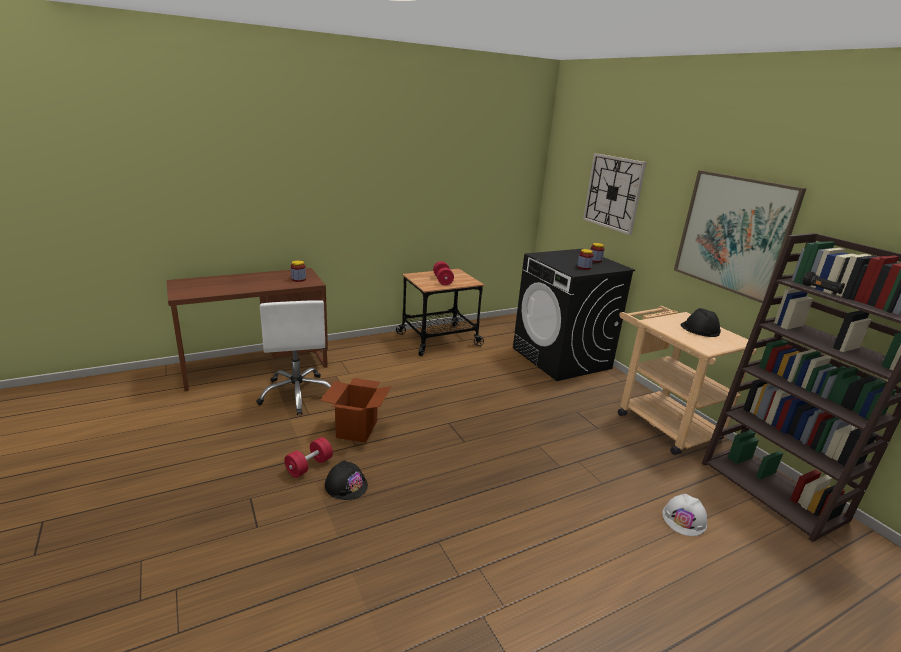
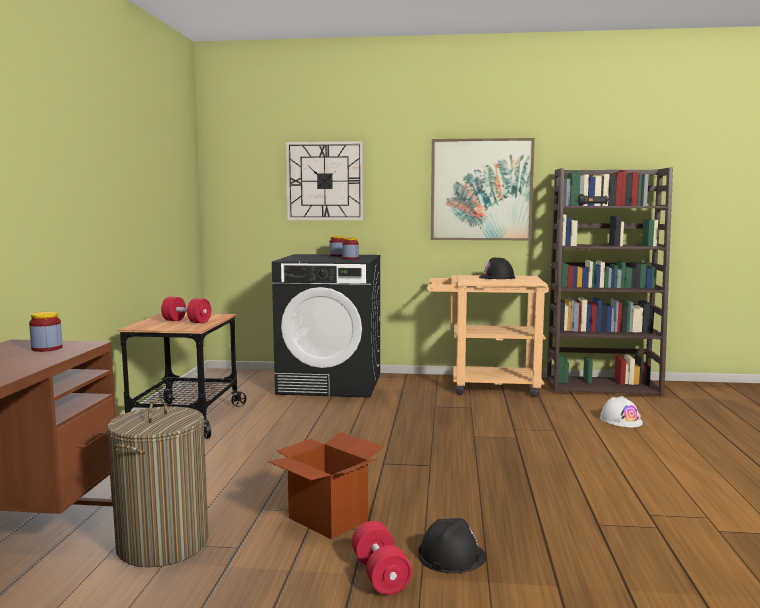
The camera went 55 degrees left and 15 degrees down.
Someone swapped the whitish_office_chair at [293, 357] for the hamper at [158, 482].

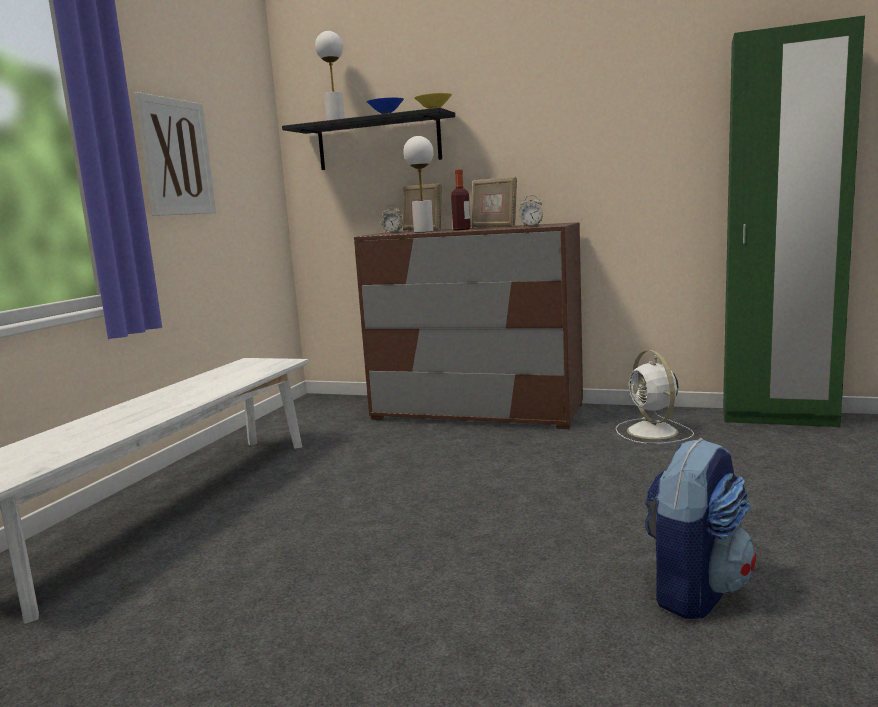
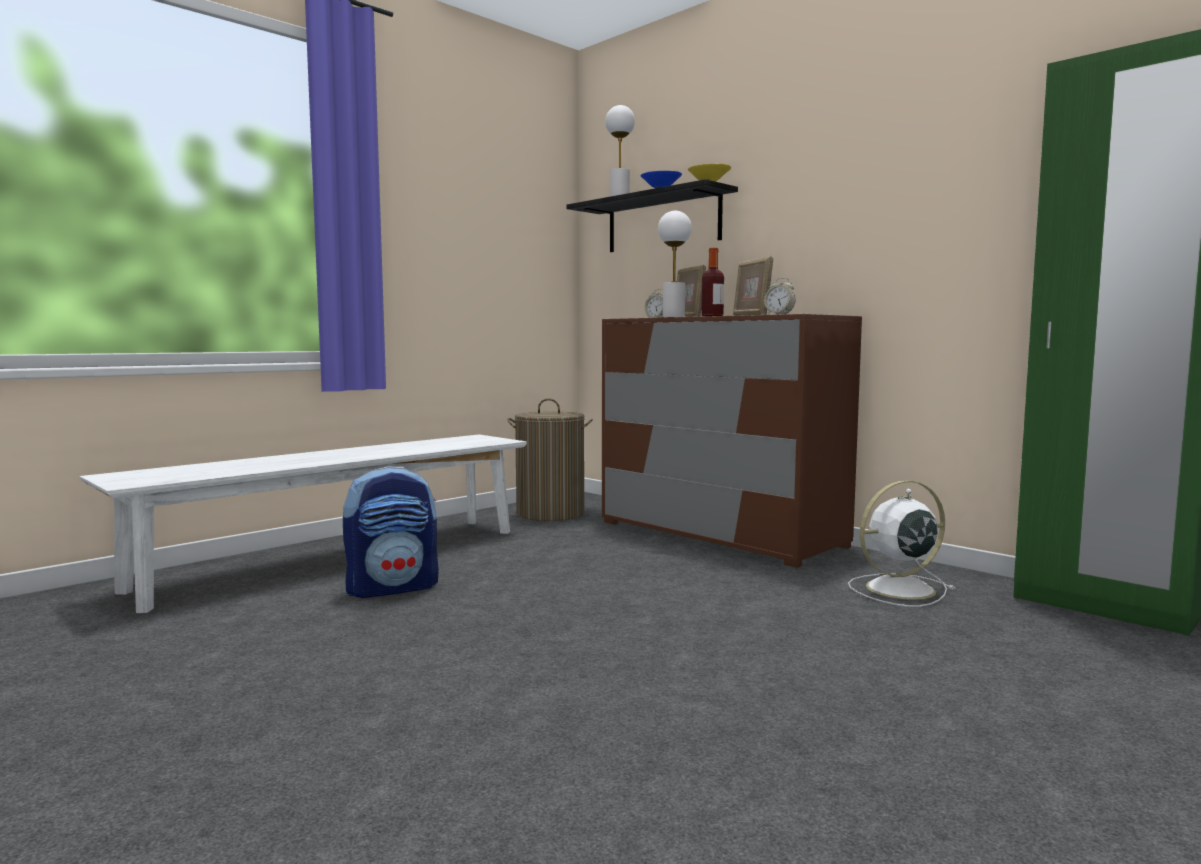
The camera went 25 degrees right and 5 degrees down.
Someone took away the wall_picture at [175, 154].
Someone rotated the whitish_cooling_fan at [654, 397] by 60 degrees clockwise.
Someone carried the backpack from [700, 528] to [391, 532].
Someone put down the hamper at [550, 459].

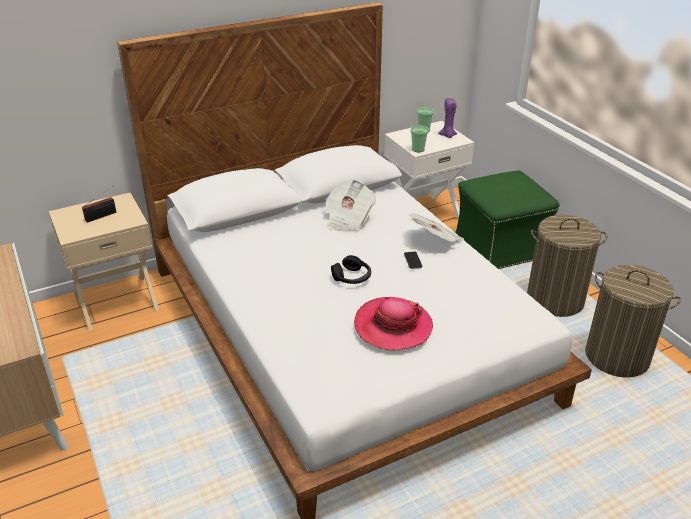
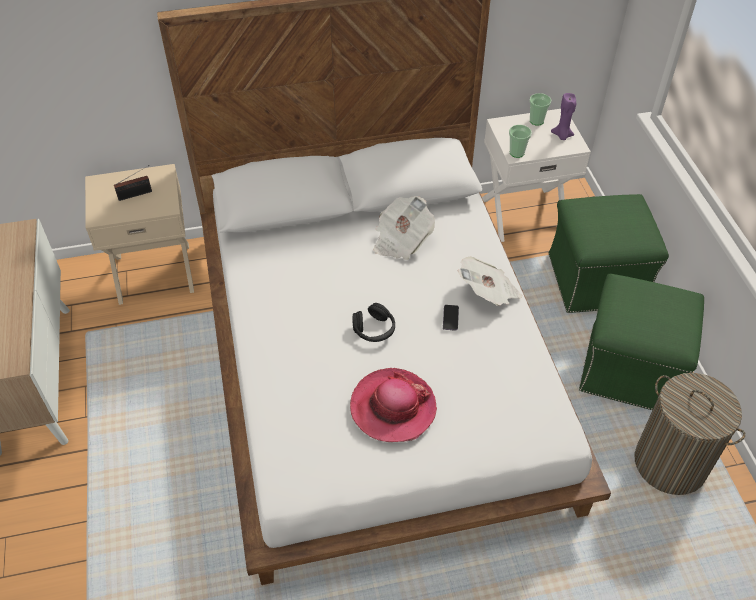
The camera went 15 degrees right and 15 degrees up.
Someone swapped the hamper at [567, 266] for the green-coloured_footrest at [641, 342].

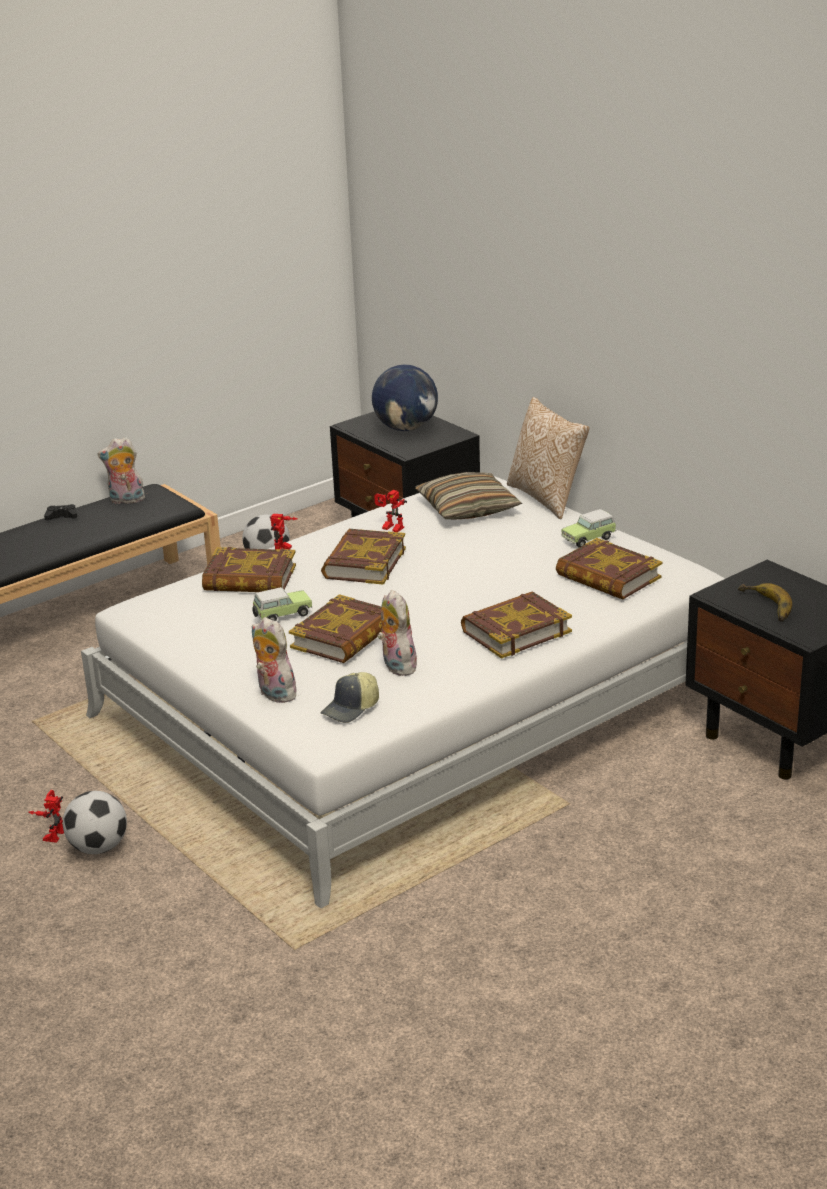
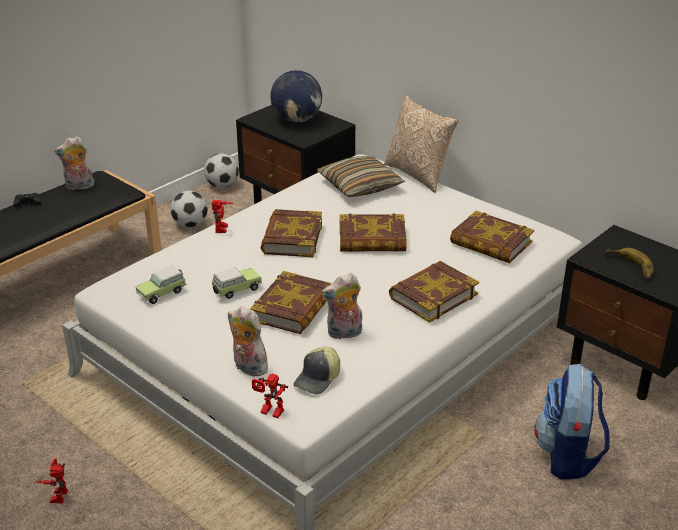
The camera went 10 degrees left and 5 degrees up.
Someone carried the football from [95, 822] to [221, 170].
Someone carried the volume from [249, 569] to [373, 232].
Someone carried the model_robot from [390, 511] to [270, 396].
Someone rotated the plush_toy at [397, 633] by 75 degrees counterclockwise.
Someone carried the toy_car from [588, 528] to [161, 284].
Someone put down the backpack at [572, 422].

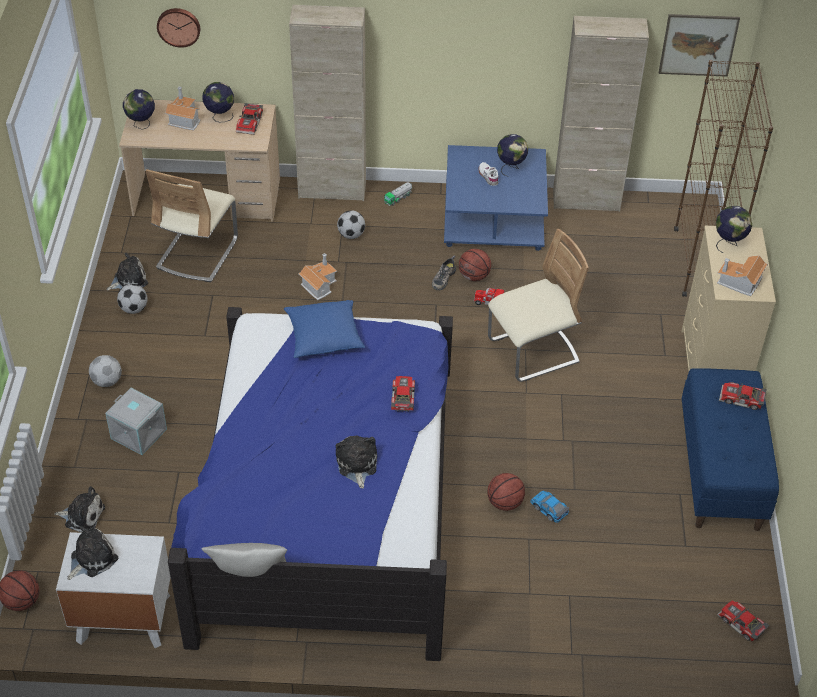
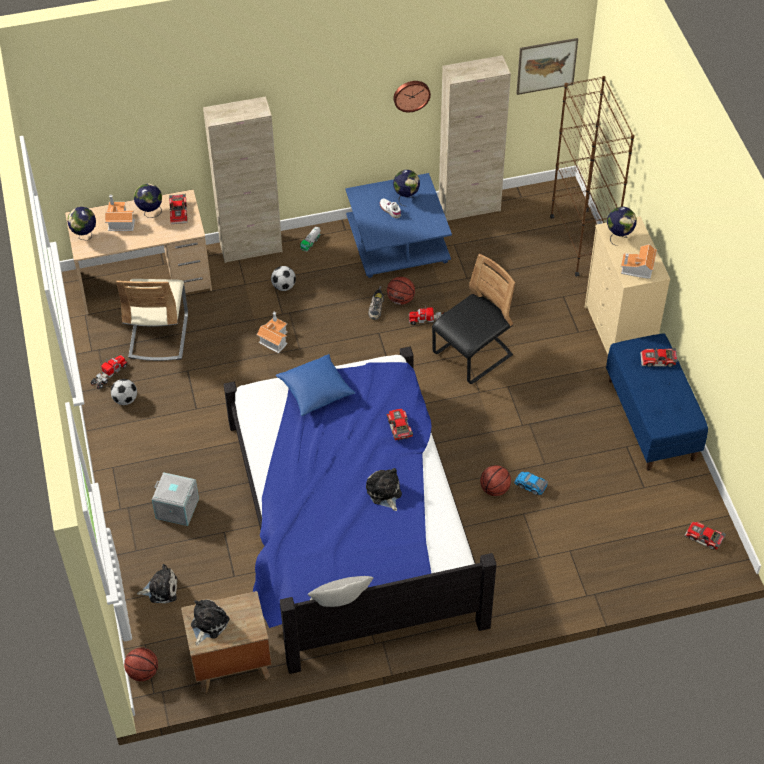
The camera went 15 degrees left and 5 degrees up.
Someone repainted the whitish_nightstand at [113, 590], which became the brownish_nightstand at [226, 642].
Someone took away the football at [105, 371].
Someone swapped the plush_toy at [127, 271] for the toy_truck at [109, 372].
Someone carried the clock_on_the_wall from [178, 28] to [412, 96].
Someone repainted the beige_upright_chair at [538, 305], which became the black_upright_chair at [473, 319].

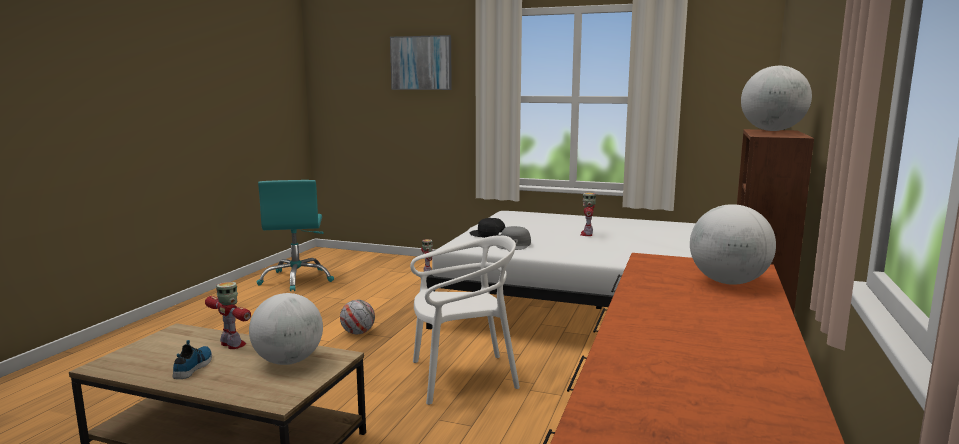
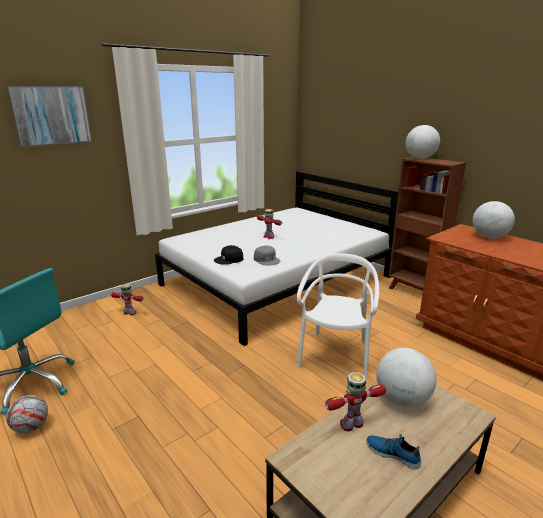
The camera went 60 degrees left and 10 degrees up.
Someone carried the football from [357, 317] to [27, 414].

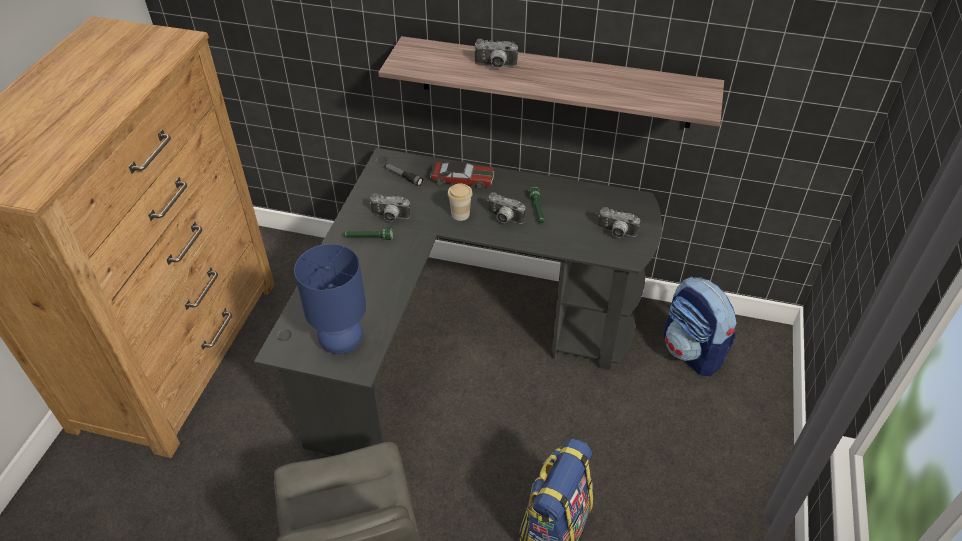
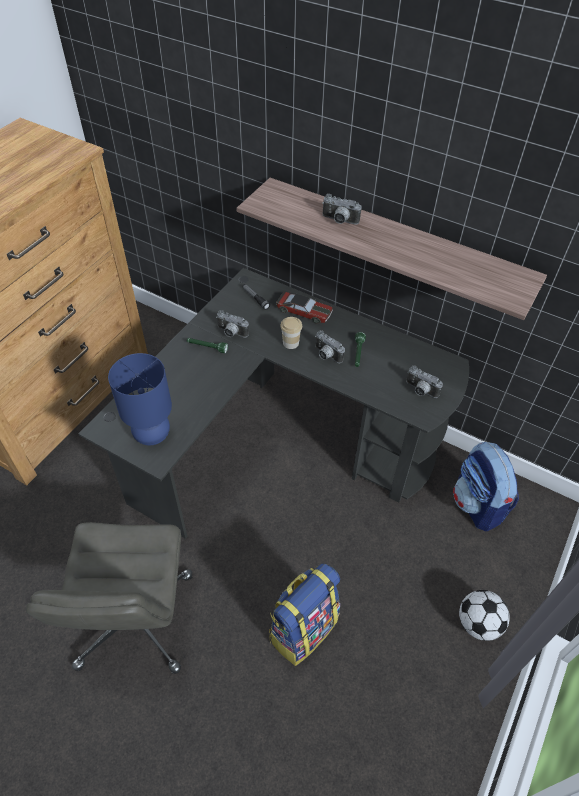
The camera went 15 degrees right and 5 degrees up.
Someone put down the football at [484, 615].

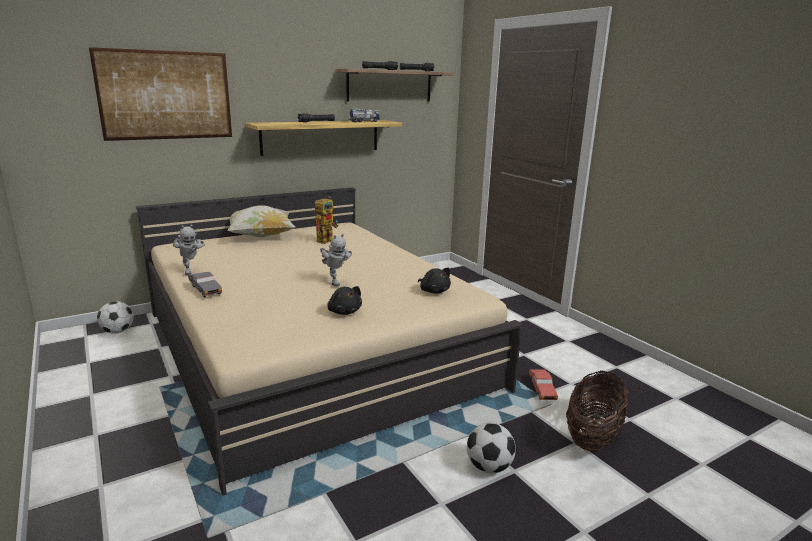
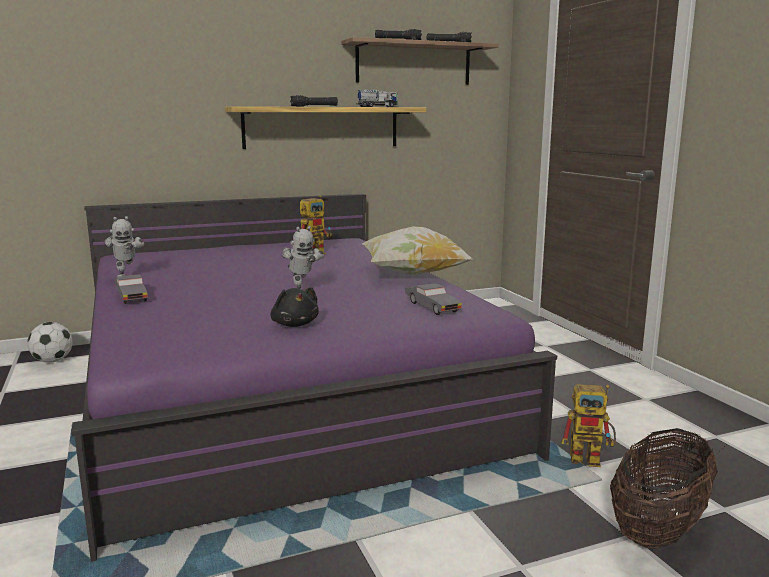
The camera went 10 degrees right and 5 degrees down.
Someone took away the wall_picture at [160, 94].
Someone repainted the beige_bed at [329, 341], which became the purple_bed at [314, 378].
Someone carried the cushion from [261, 221] to [417, 250].
Someone swapped the black_plush_toy at [434, 281] for the greyish_toy_car at [433, 299].
Someone took away the football at [491, 447].
Someone swapped the reddish_toy_car at [543, 384] for the model_robot at [588, 425].

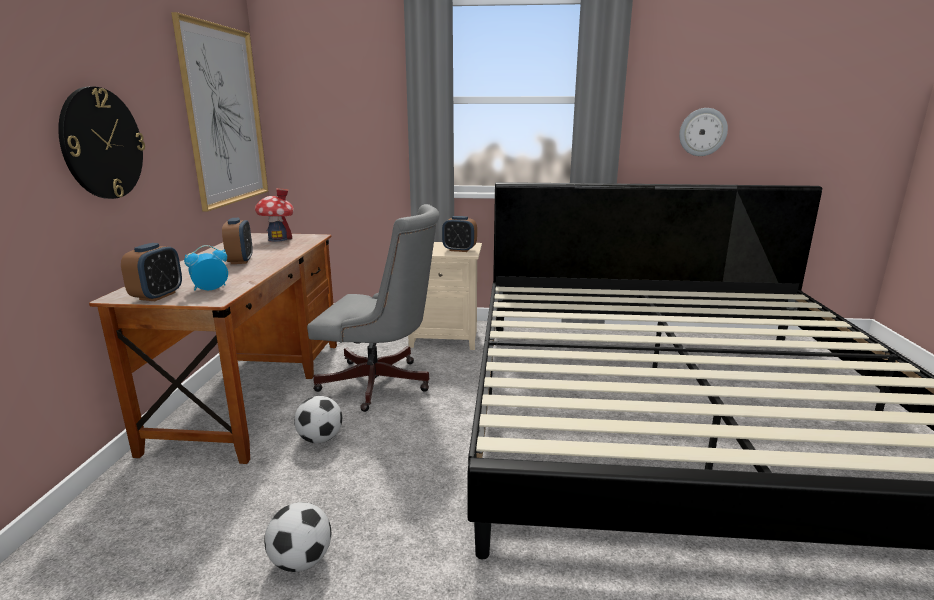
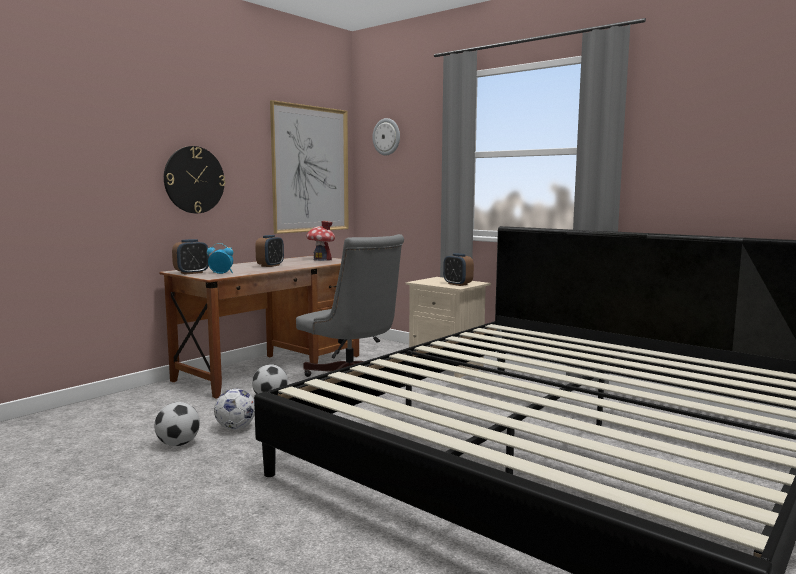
The camera went 35 degrees right and 10 degrees down.
Someone carried the clock_on_the_wall from [703, 132] to [386, 136].
Someone put down the football at [234, 409].

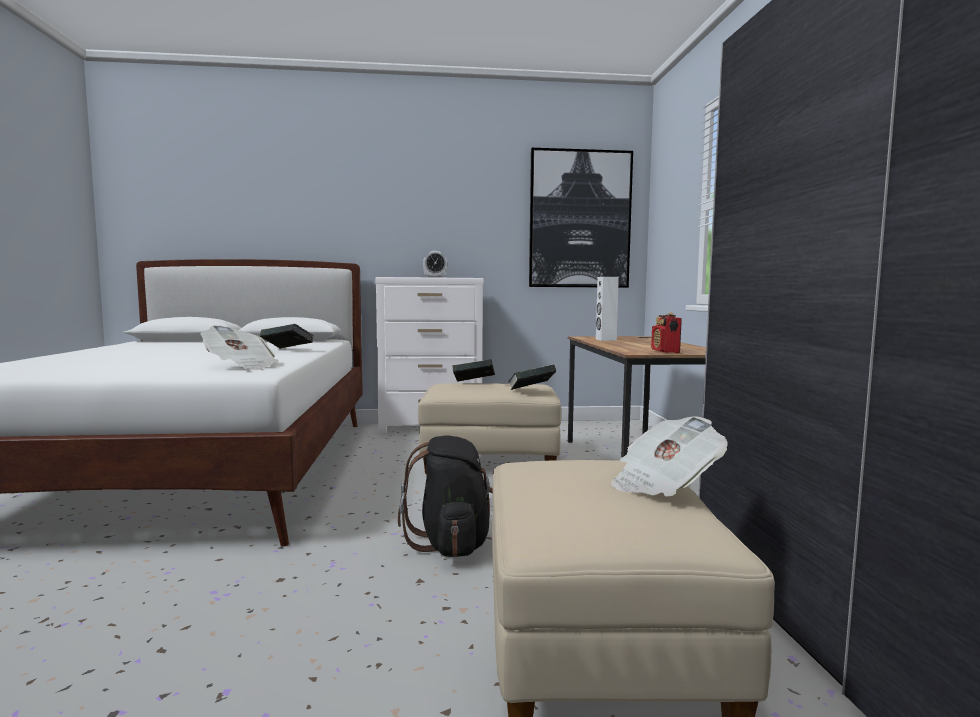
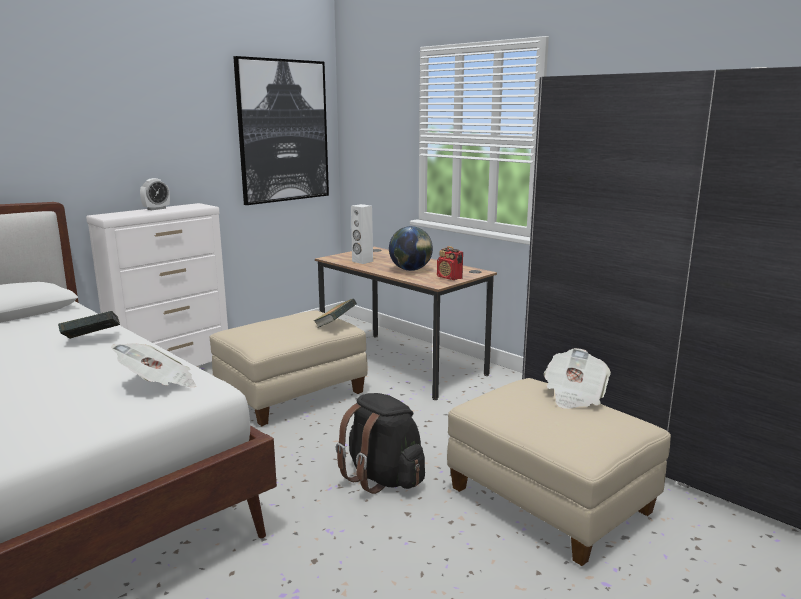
The camera went 40 degrees left and 10 degrees up.
Someone took away the volume at [473, 370].
Someone put down the globe at [411, 248].

